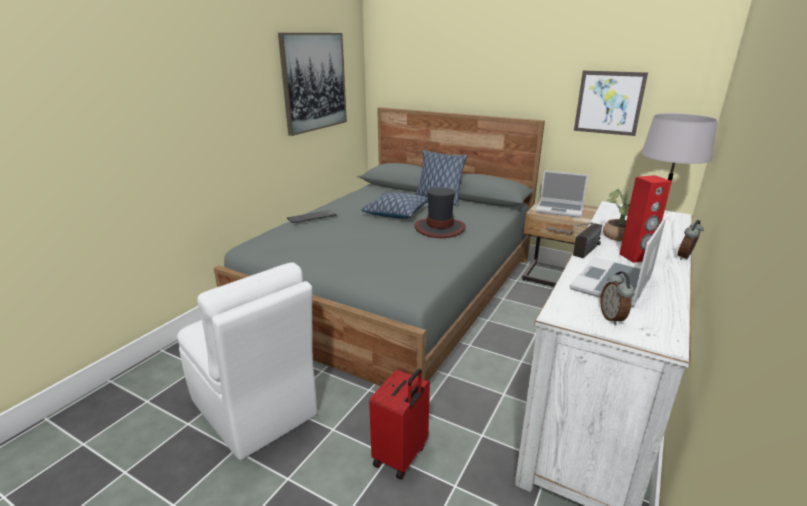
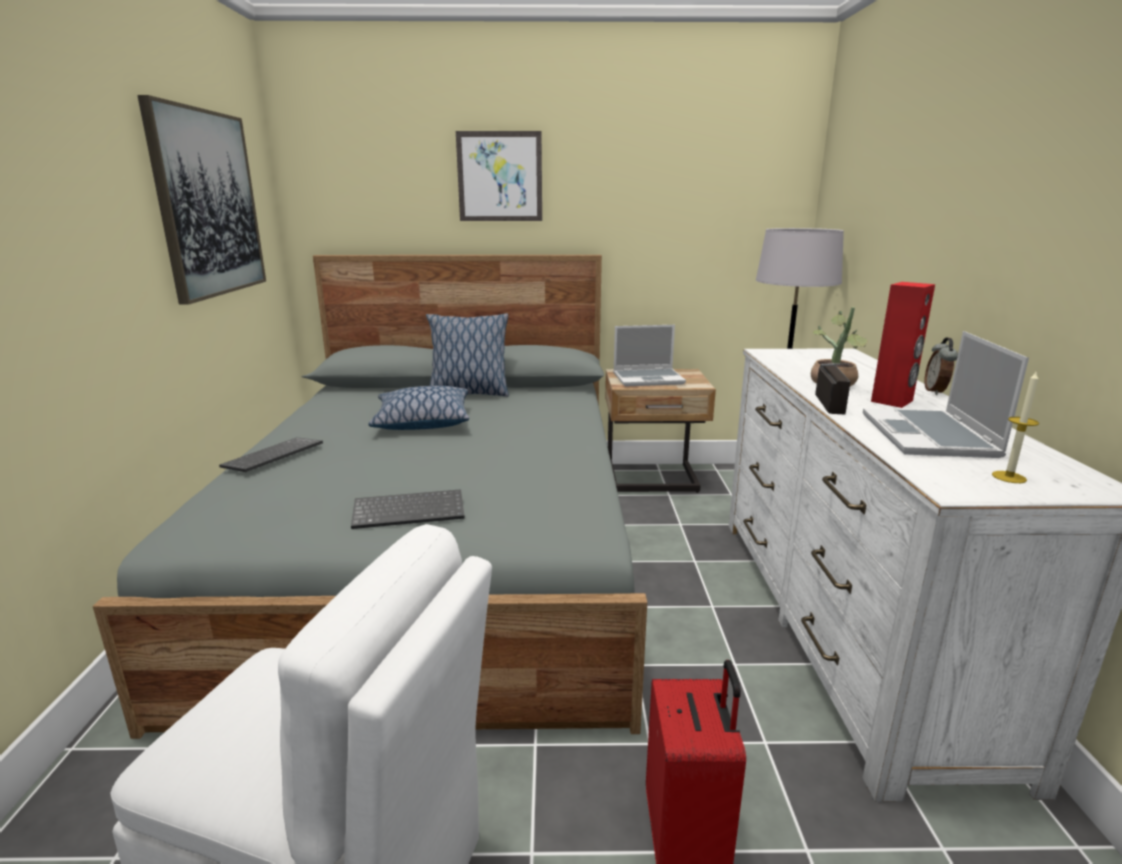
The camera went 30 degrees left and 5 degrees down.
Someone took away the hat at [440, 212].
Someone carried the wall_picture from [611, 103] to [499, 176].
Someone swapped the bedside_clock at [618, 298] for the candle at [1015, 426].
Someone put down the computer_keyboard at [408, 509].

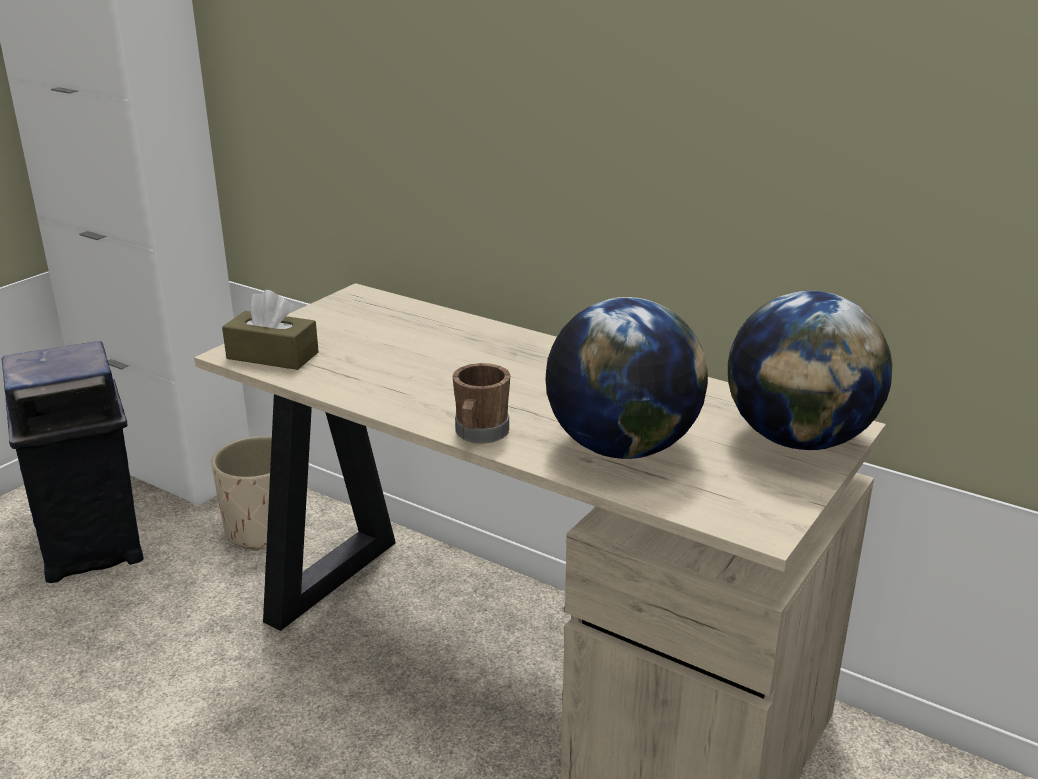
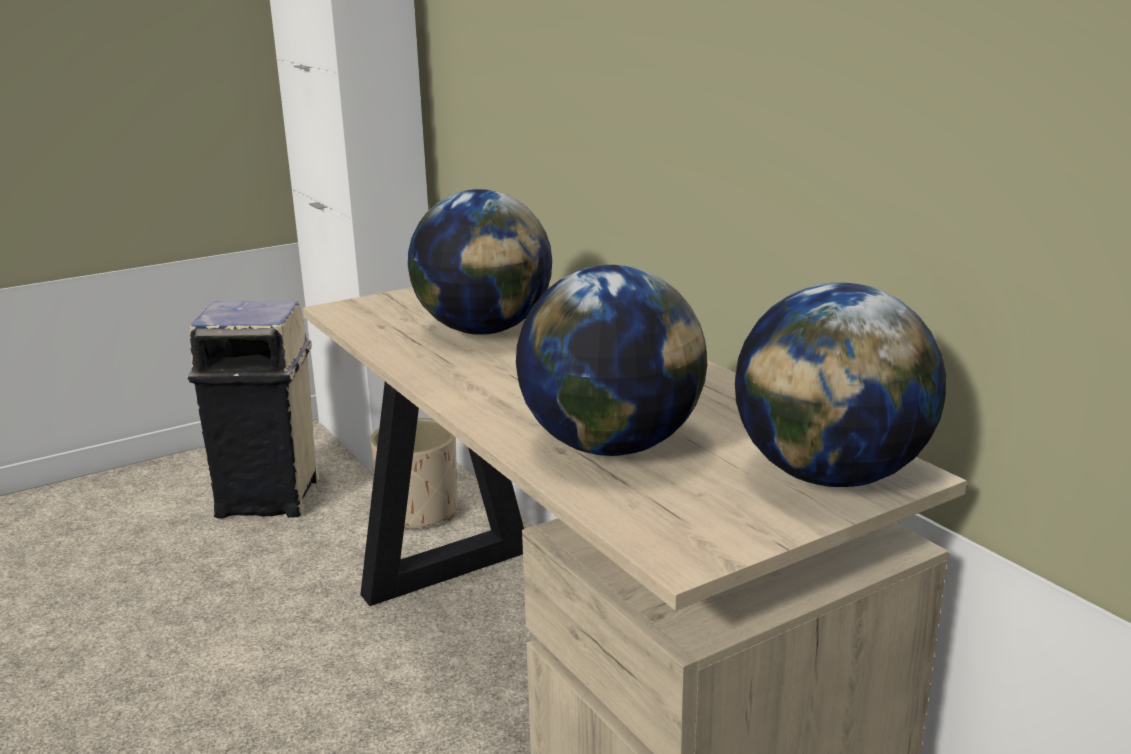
The camera went 25 degrees right and 5 degrees down.
Someone repainted the blue_waste_bin at [72, 462], which became the beige_waste_bin at [254, 410].
Someone took away the brownish_tissue_holder at [270, 330].
Someone took away the brownish_coffee_mug at [481, 403].
Someone put down the globe at [480, 262].

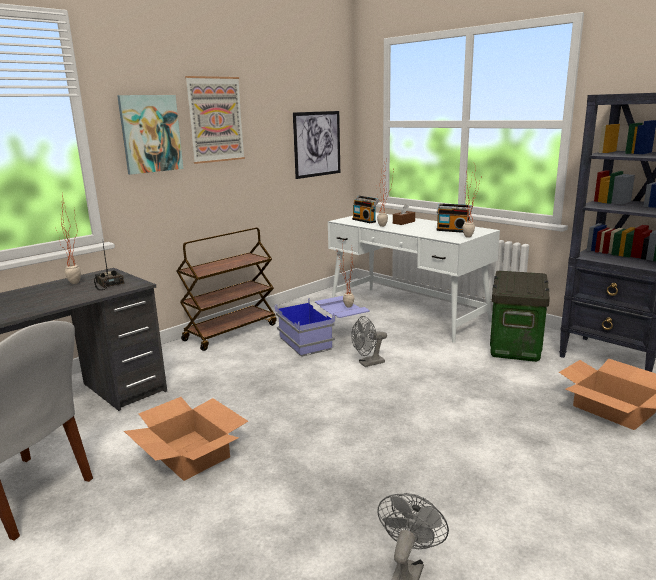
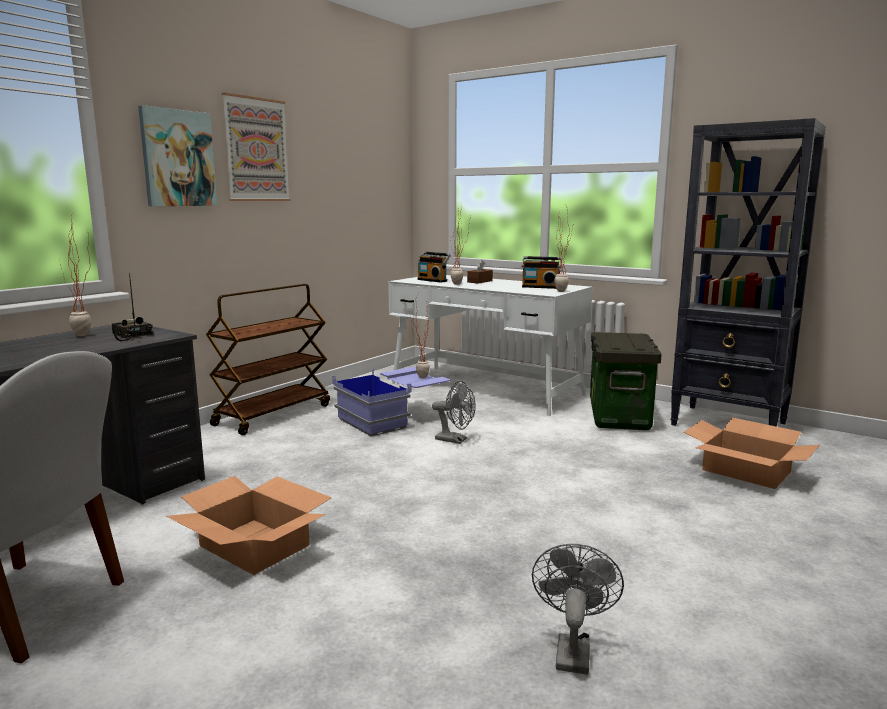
The camera went 10 degrees left and 5 degrees down.
Someone took away the wall_picture at [316, 145].
Someone rotated the greyish_cooling_fan at [369, 341] by 120 degrees counterclockwise.

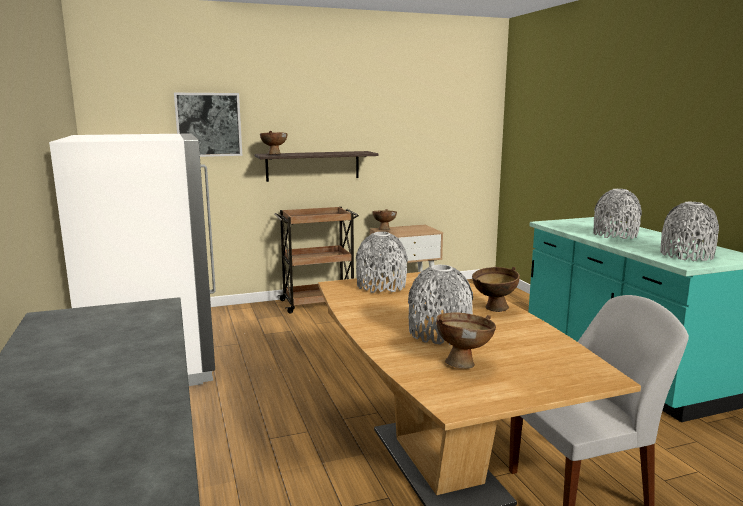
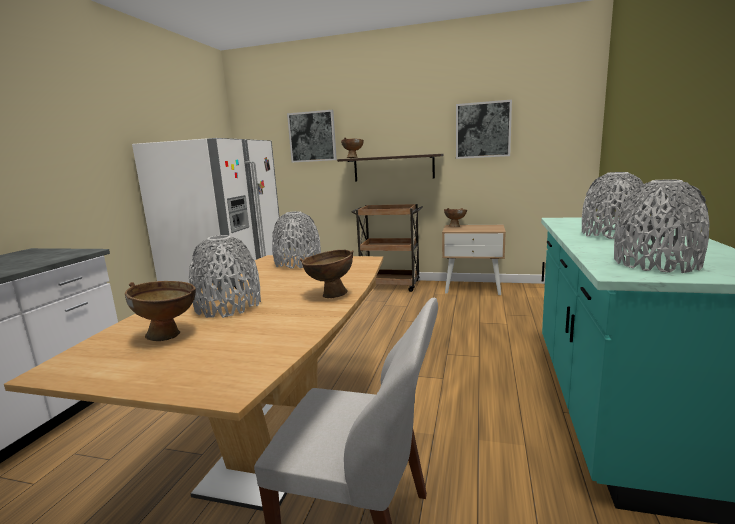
The camera went 35 degrees right and 0 degrees up.
Someone put up the wall_picture at [484, 129].

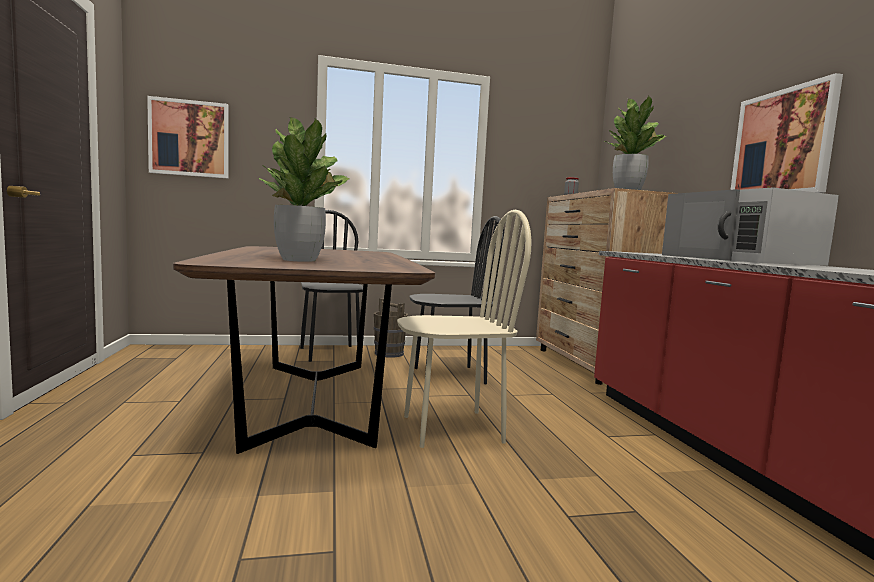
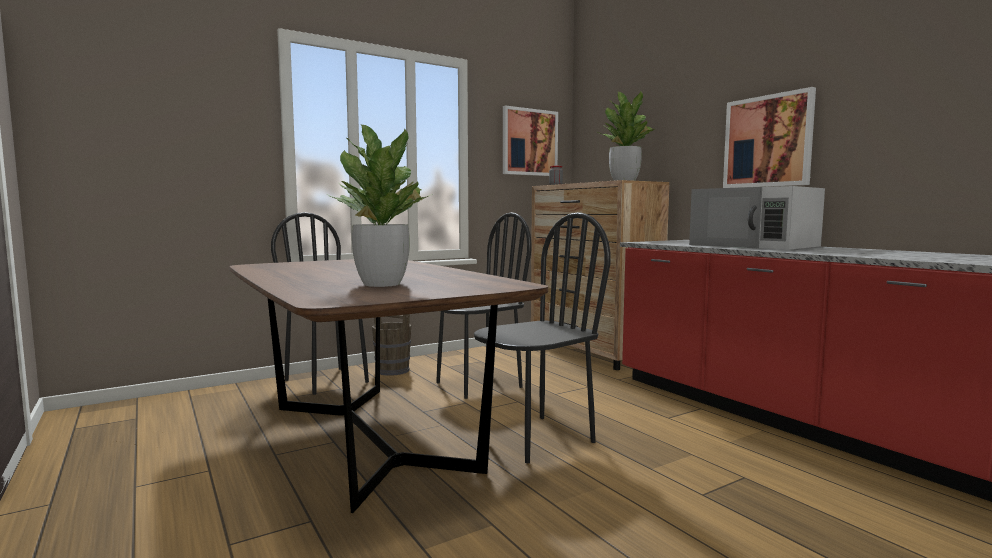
The camera went 20 degrees left and 0 degrees up.
Someone carried the wall_picture from [188, 137] to [530, 140].
Someone repainted the beige_upright_chair at [464, 329], which became the black_upright_chair at [542, 337].

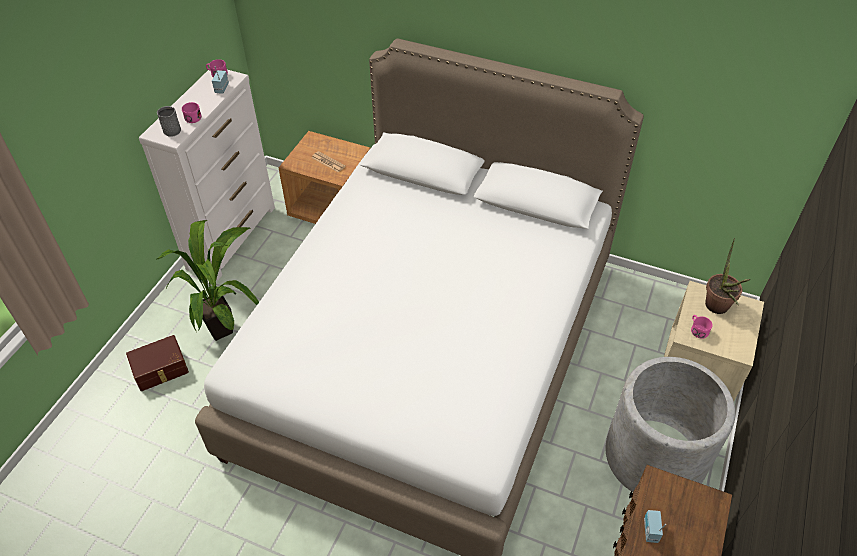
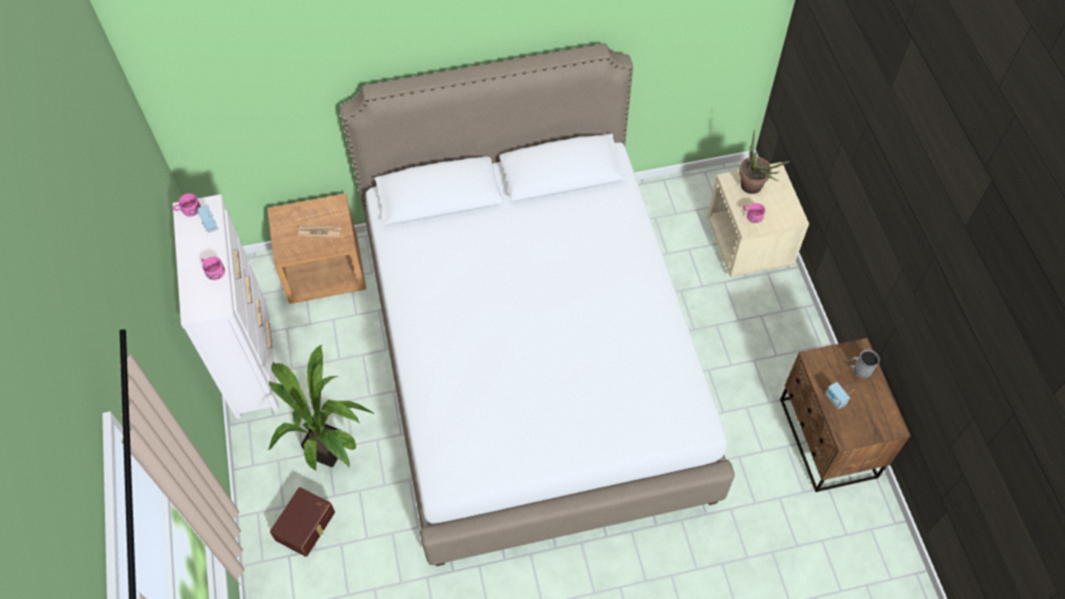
The camera went 35 degrees left and 10 degrees up.
Someone carried the greyish_coffee_mug from [169, 121] to [865, 364].
Someone took away the greyish_planter at [670, 424].

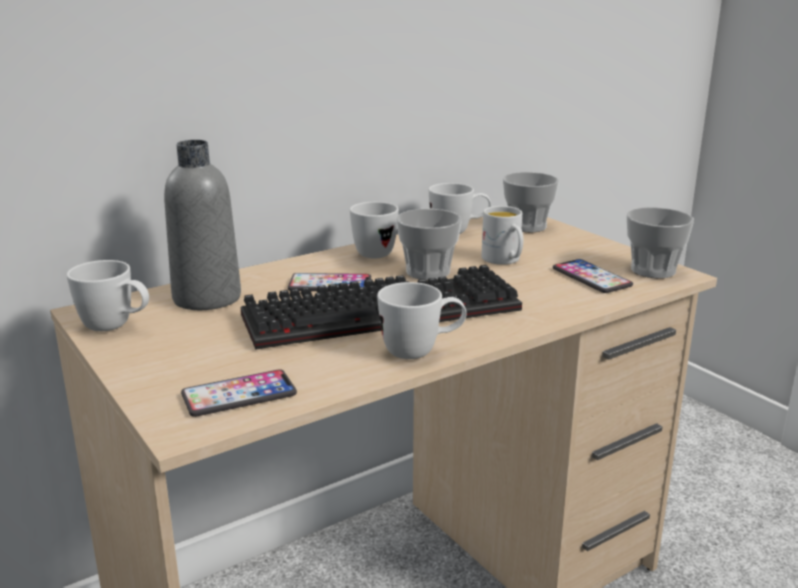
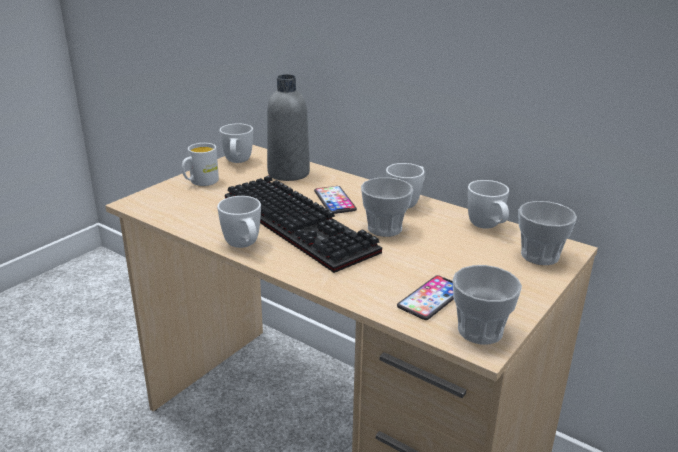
The camera went 70 degrees right and 5 degrees up.
Someone took away the phone at [239, 393].
Someone carried the whitish_coffee_mug from [502, 235] to [200, 164].

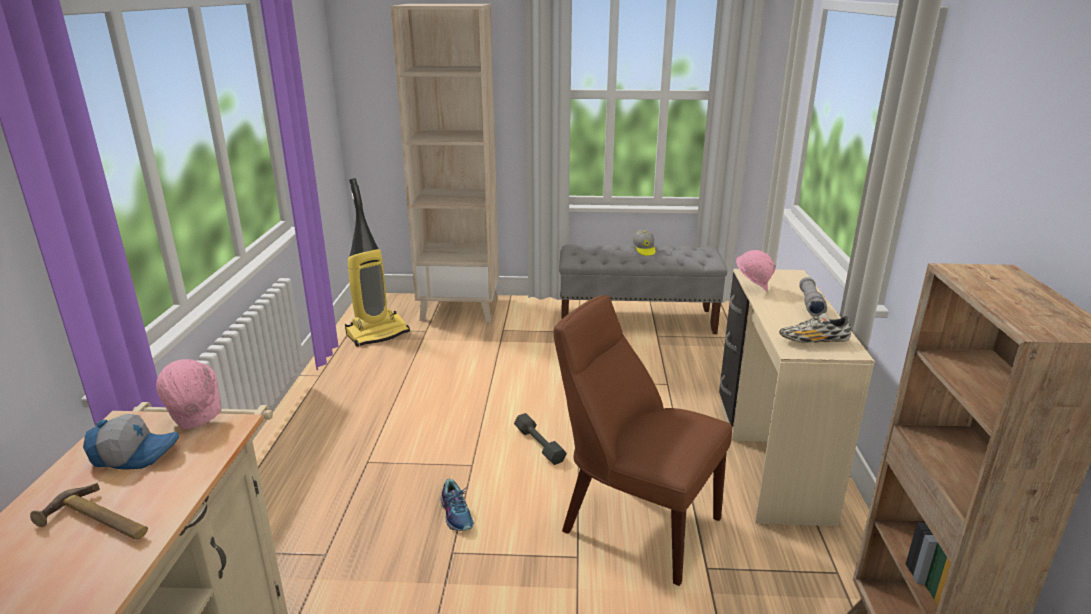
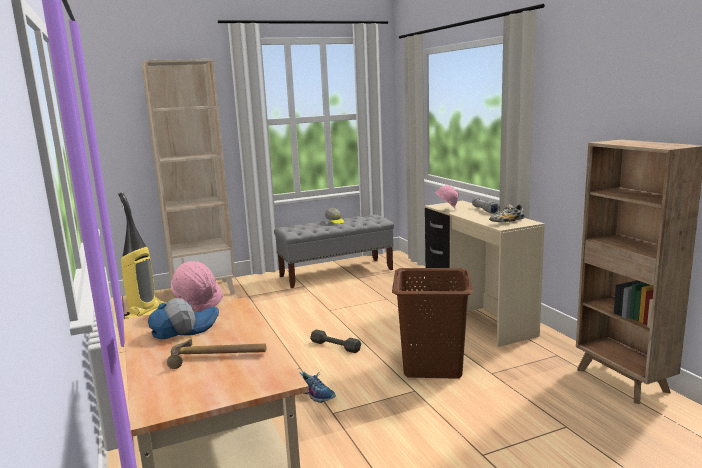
The camera went 25 degrees left and 10 degrees down.
Someone swapped the brownish_upright_chair at [643, 440] for the brownish_hamper at [433, 323].

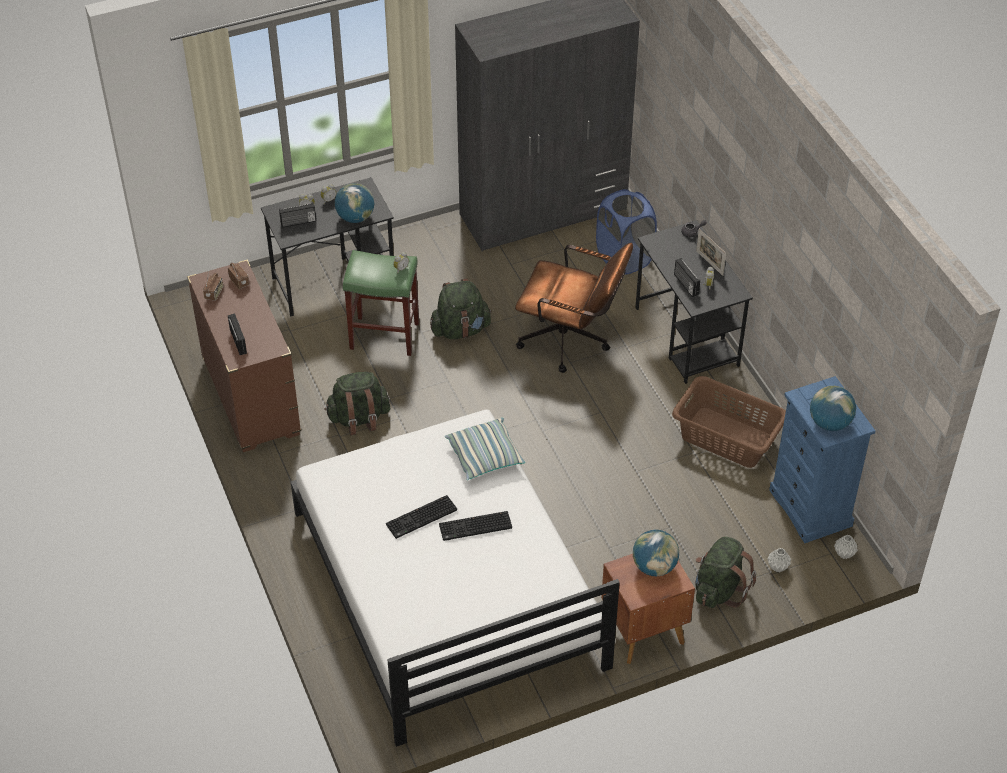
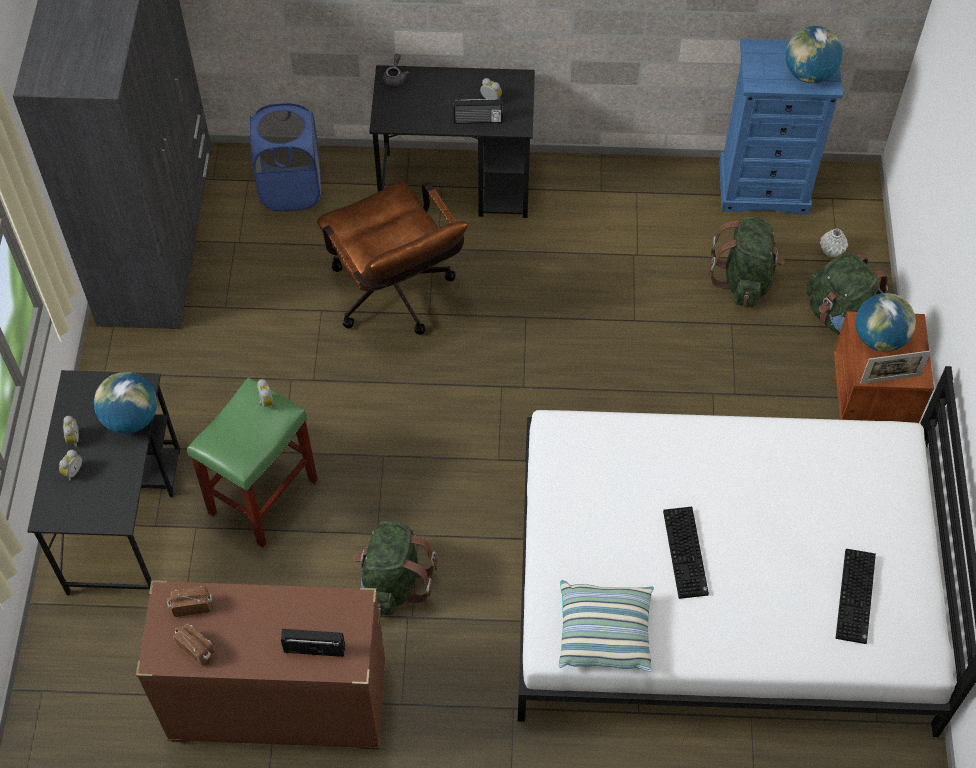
The camera went 65 degrees left and 10 degrees up.
Someone took away the radio_receiver at [297, 215].
Someone carried the green-coloured_backpack from [461, 309] to [746, 262].
Someone carried the computer_keyboard from [475, 526] to [856, 596].
Someone carried the cushion from [485, 449] to [606, 626].
Someone rotated the brownish_office_chair at [574, 308] by 105 degrees clockwise.
Someone took away the brownish_hamper at [729, 422].
Someone carried the standing_frame from [711, 252] to [895, 367].
Someone took away the greyish_decorative_vase at [846, 547].

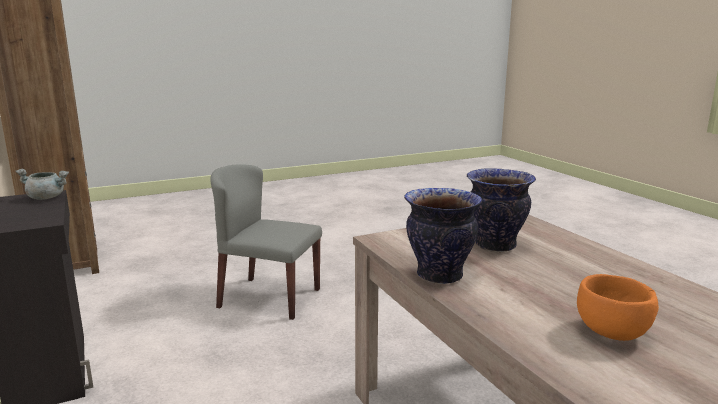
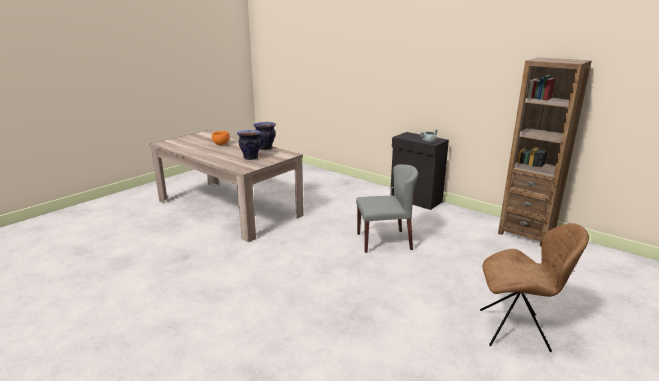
The camera went 155 degrees right and 5 degrees up.
Someone put down the brownish_upright_chair at [534, 287].

